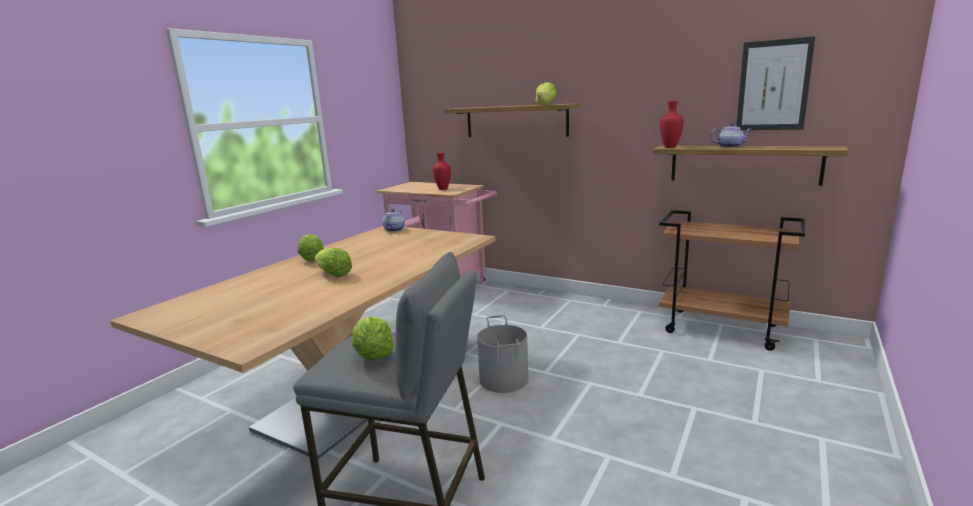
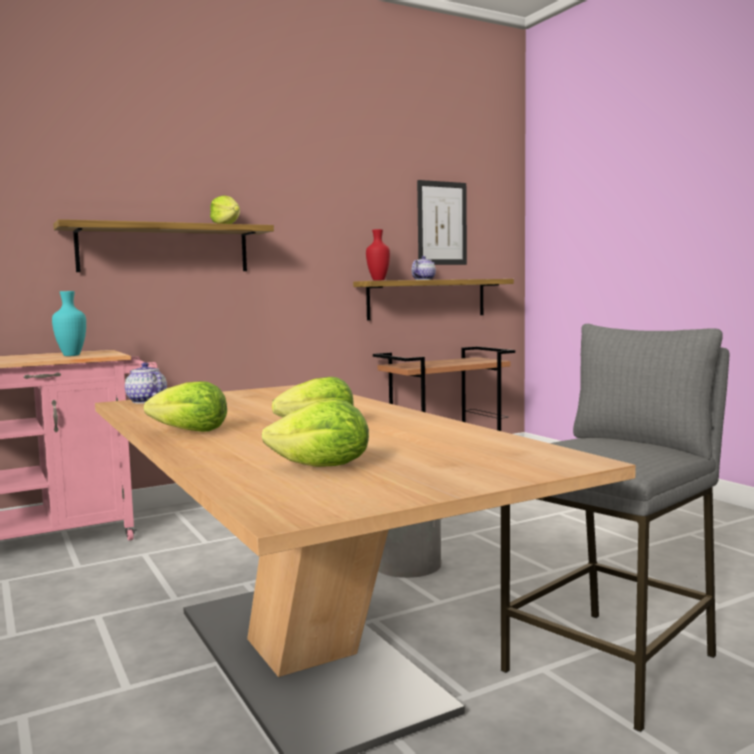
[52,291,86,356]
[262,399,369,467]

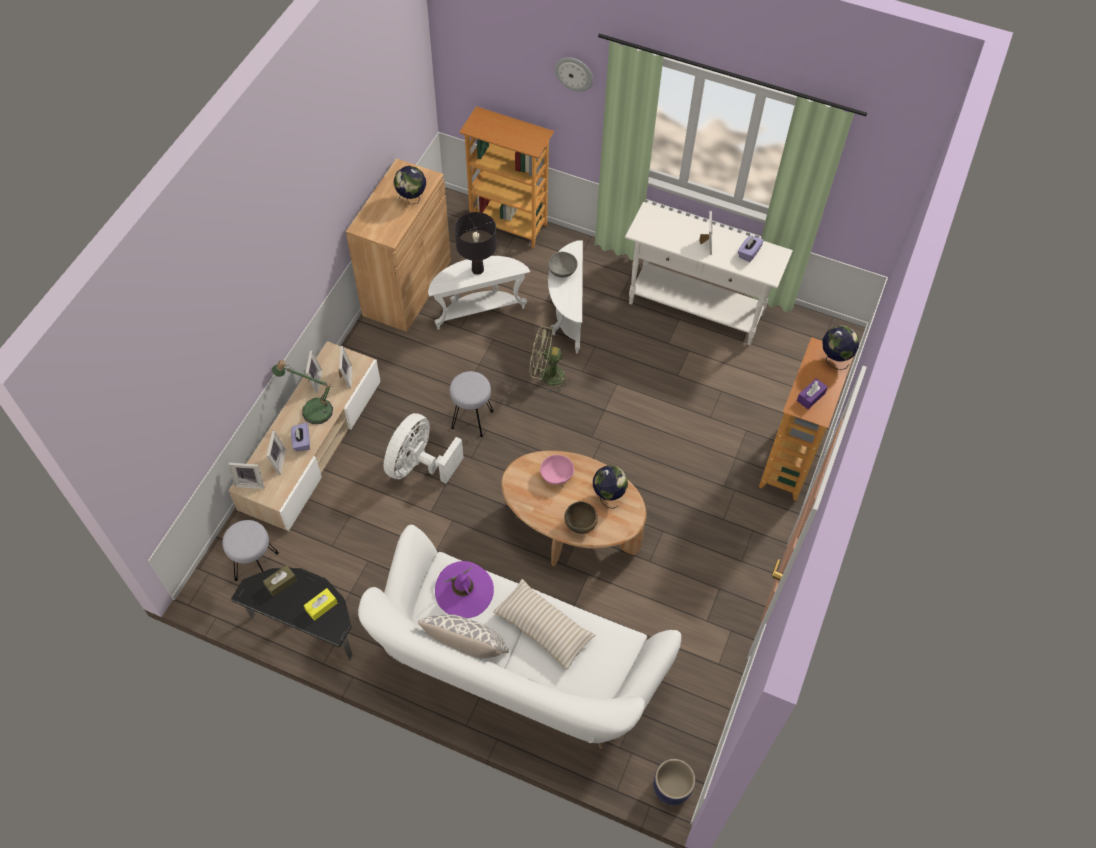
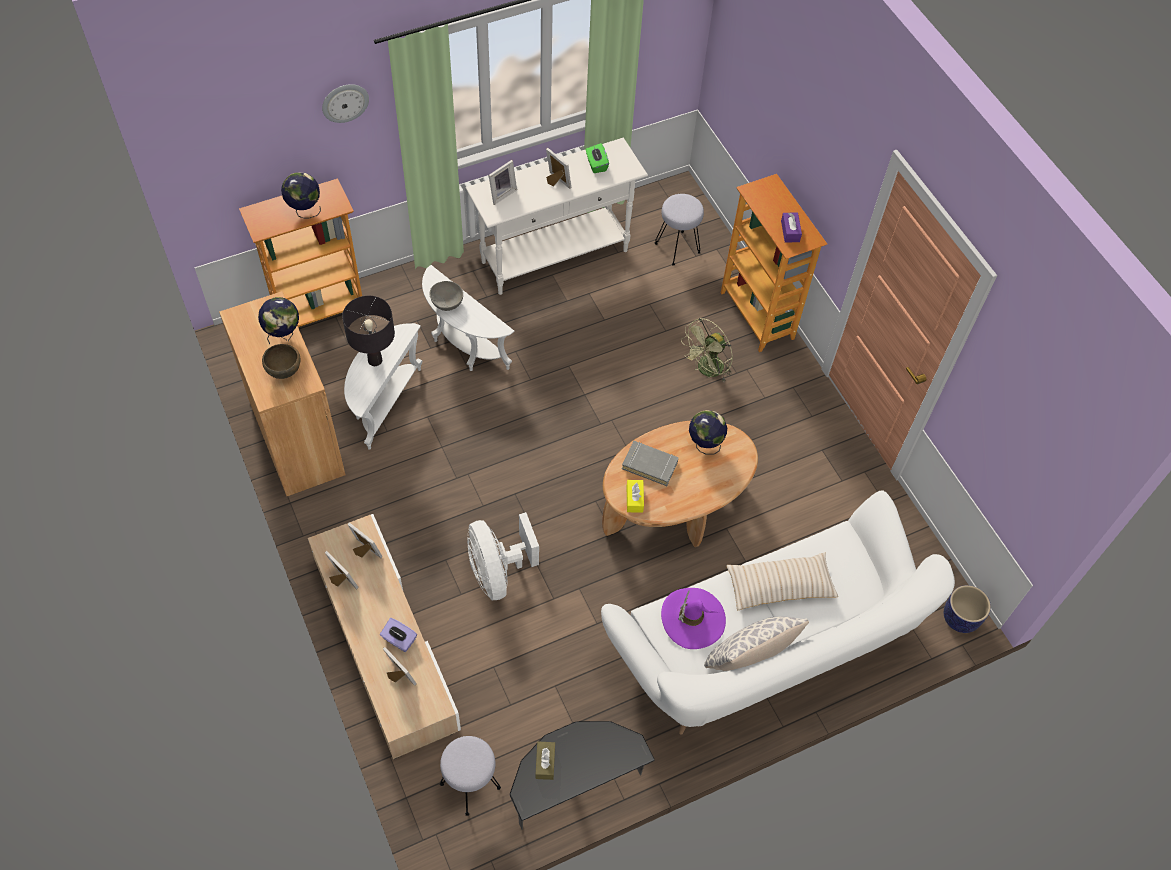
[586,143,609,173]
[681,318,733,381]
[281,172,321,218]
[272,360,333,424] (first image)
[654,194,704,265]
[622,441,678,486]
[489,160,517,205]
[262,344,300,379]
[627,480,644,513]

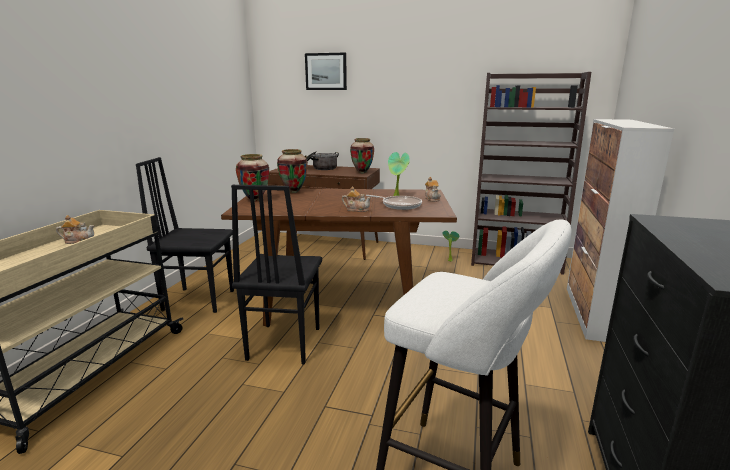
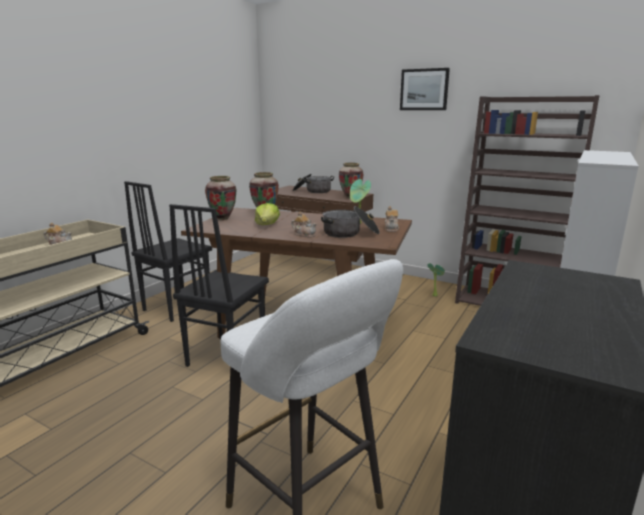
[400,68,450,110]
[124,181,212,322]
[321,206,380,238]
[255,203,280,225]

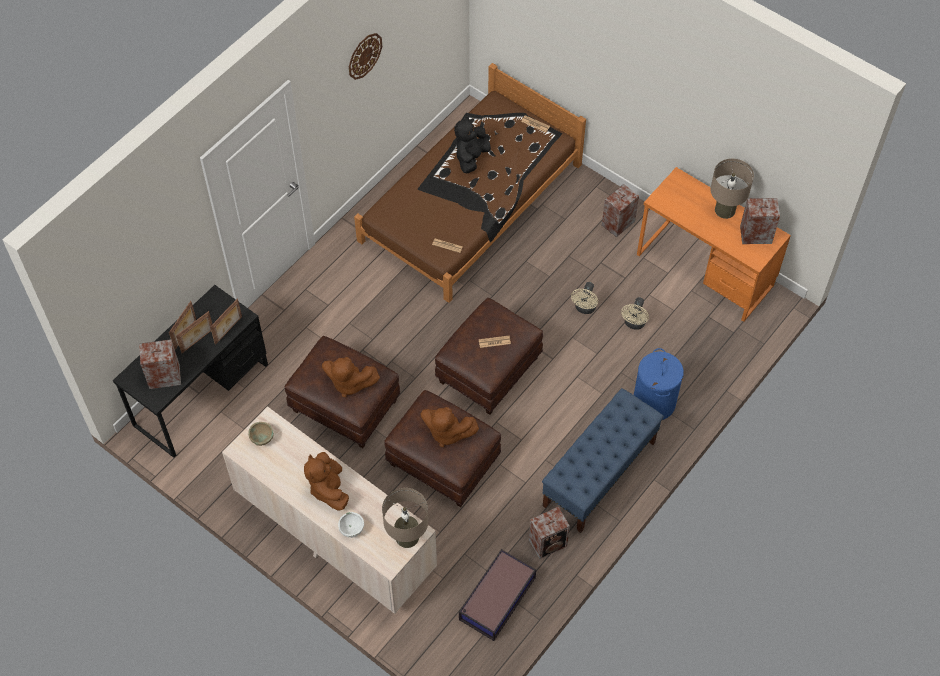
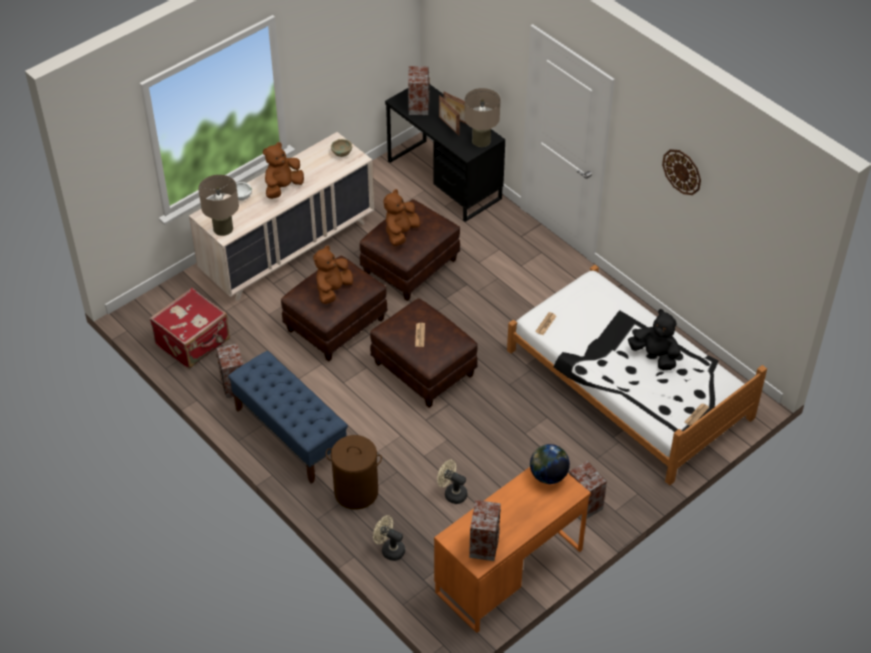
[507,265,767,485]
[464,88,501,147]
[373,515,405,561]
[210,299,242,345] (first image)
[326,435,382,510]
[263,142,304,199]
[150,288,230,369]
[530,444,570,484]

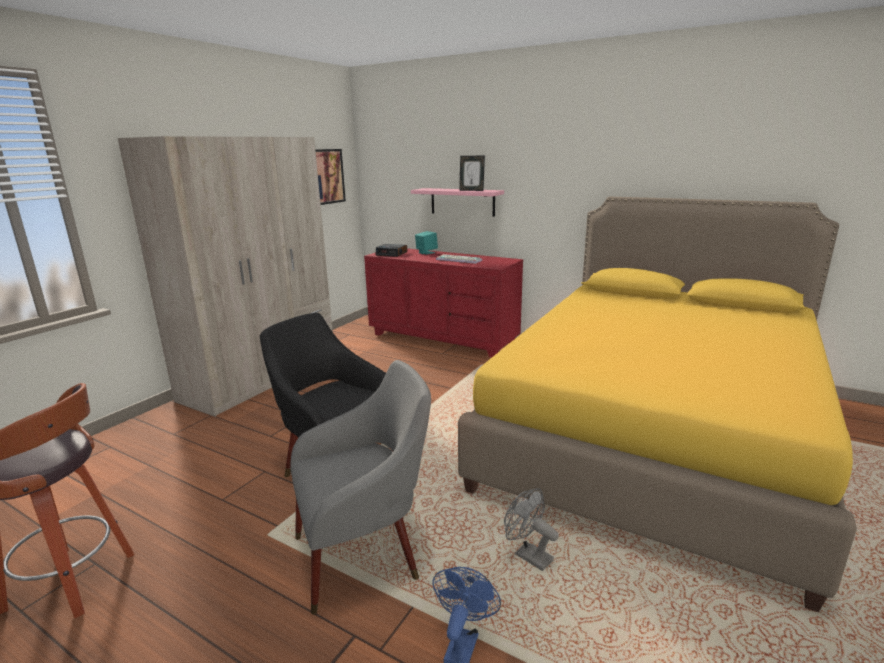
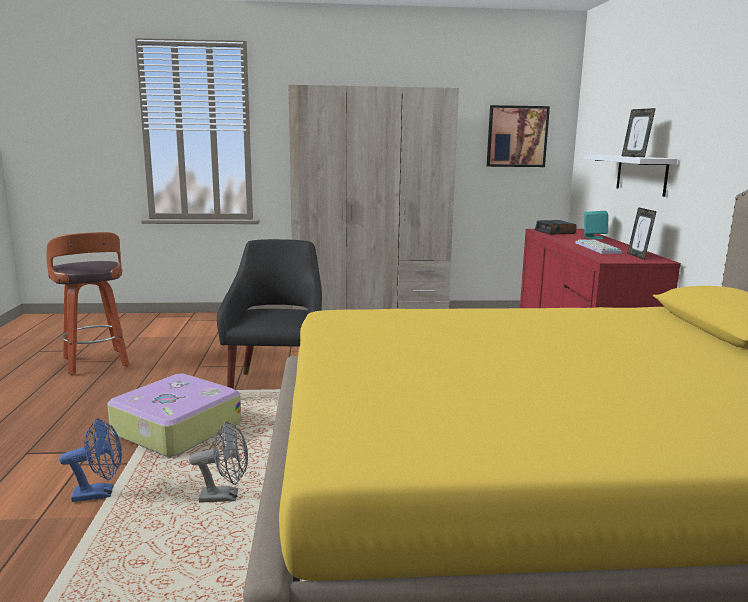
[584,154,678,197]
[107,374,241,457]
[189,421,248,503]
[627,207,657,260]

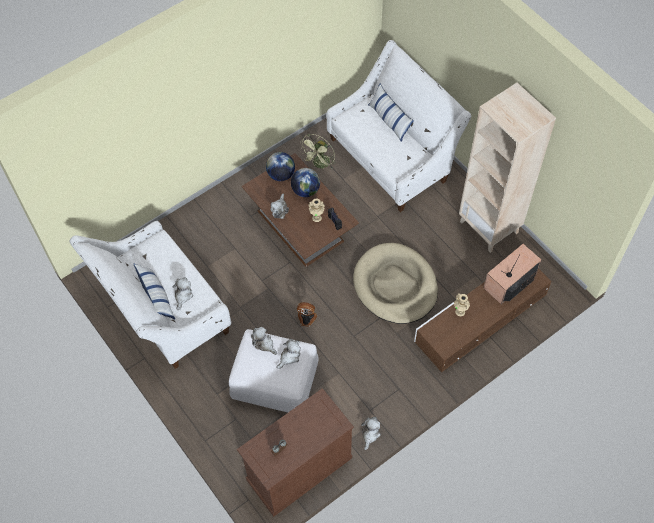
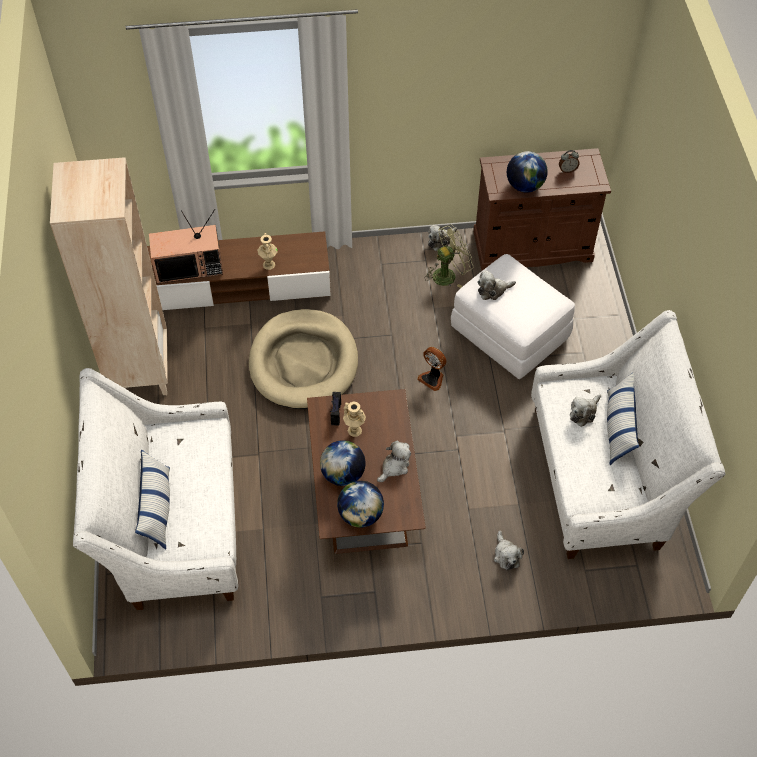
[425,224,474,288]
[494,531,524,570]
[507,151,548,193]

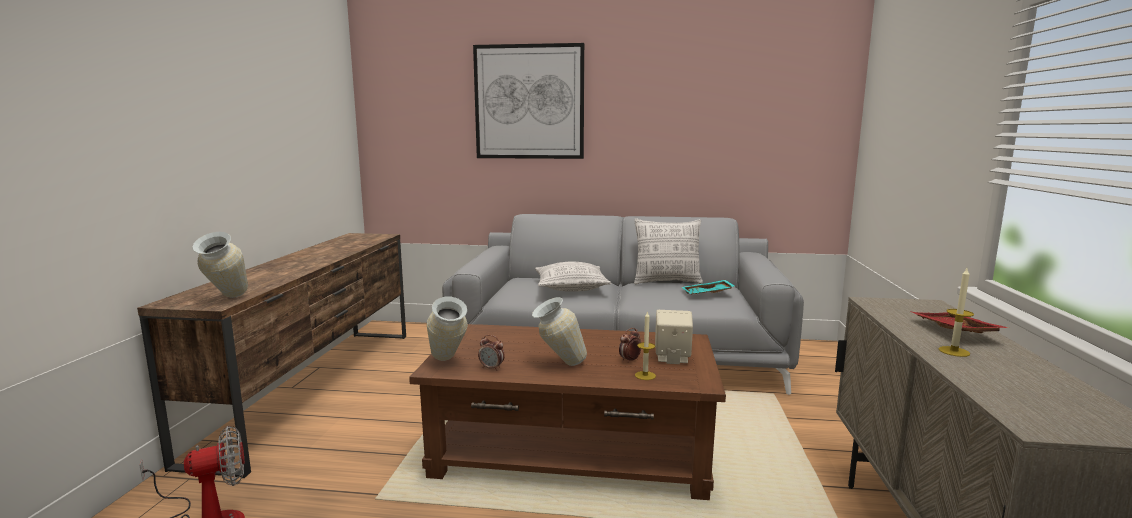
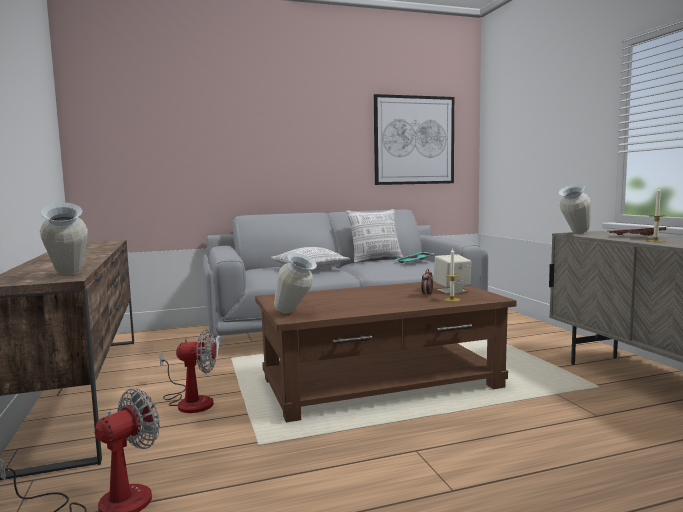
[374,94,454,185]
[559,184,591,234]
[478,335,505,371] (first image)
[160,329,217,413]

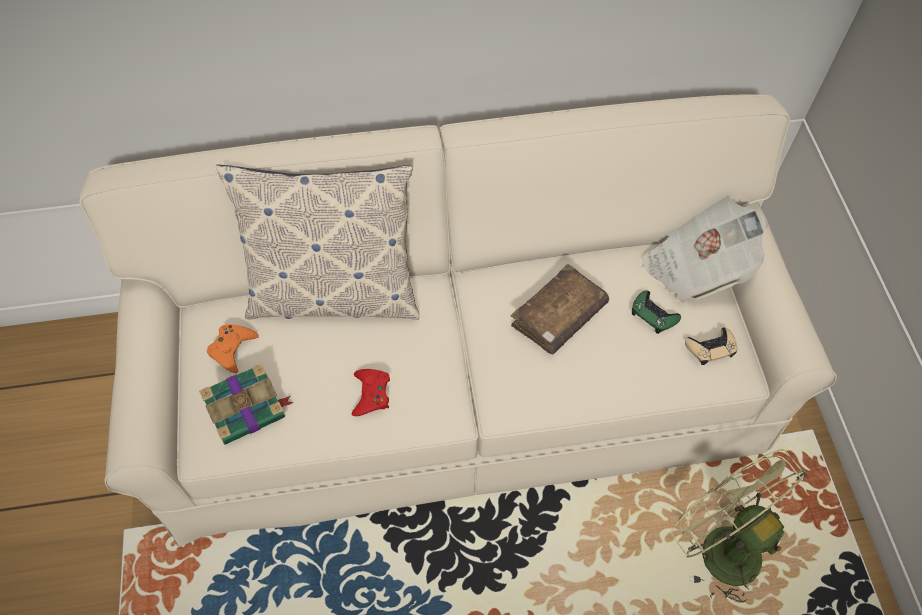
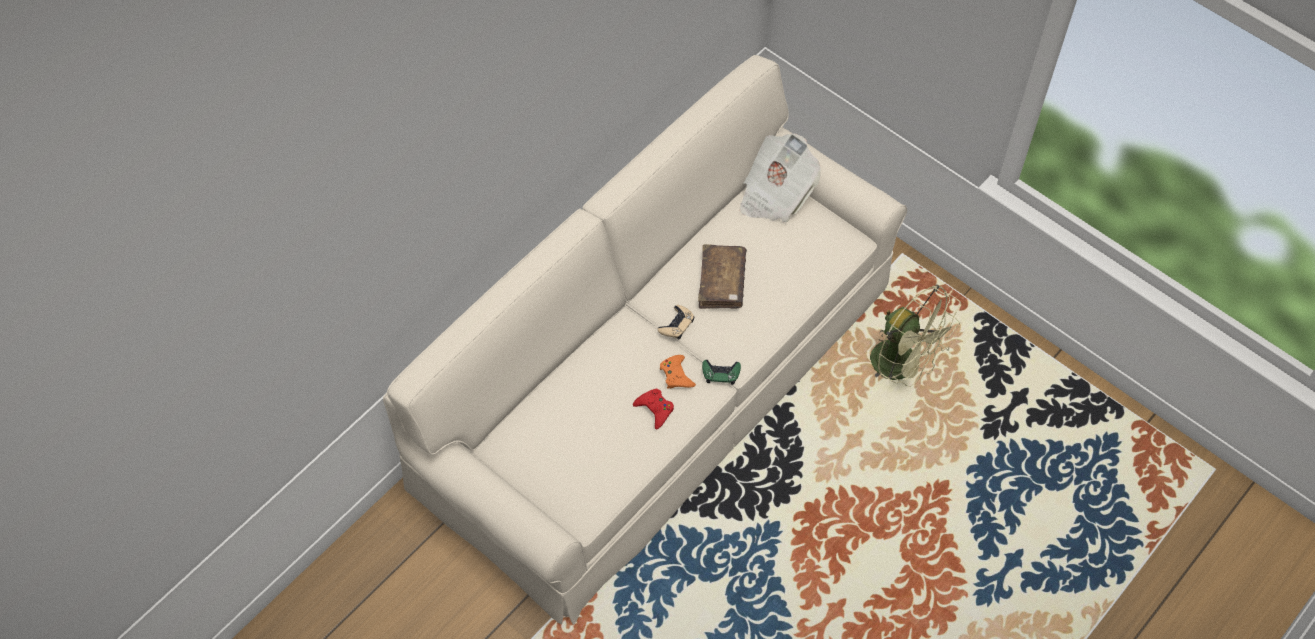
[216,165,419,320] (first image)
[702,360,741,385]
[660,355,696,389]
[658,305,694,339]
[199,363,294,445] (first image)
[870,285,961,387]

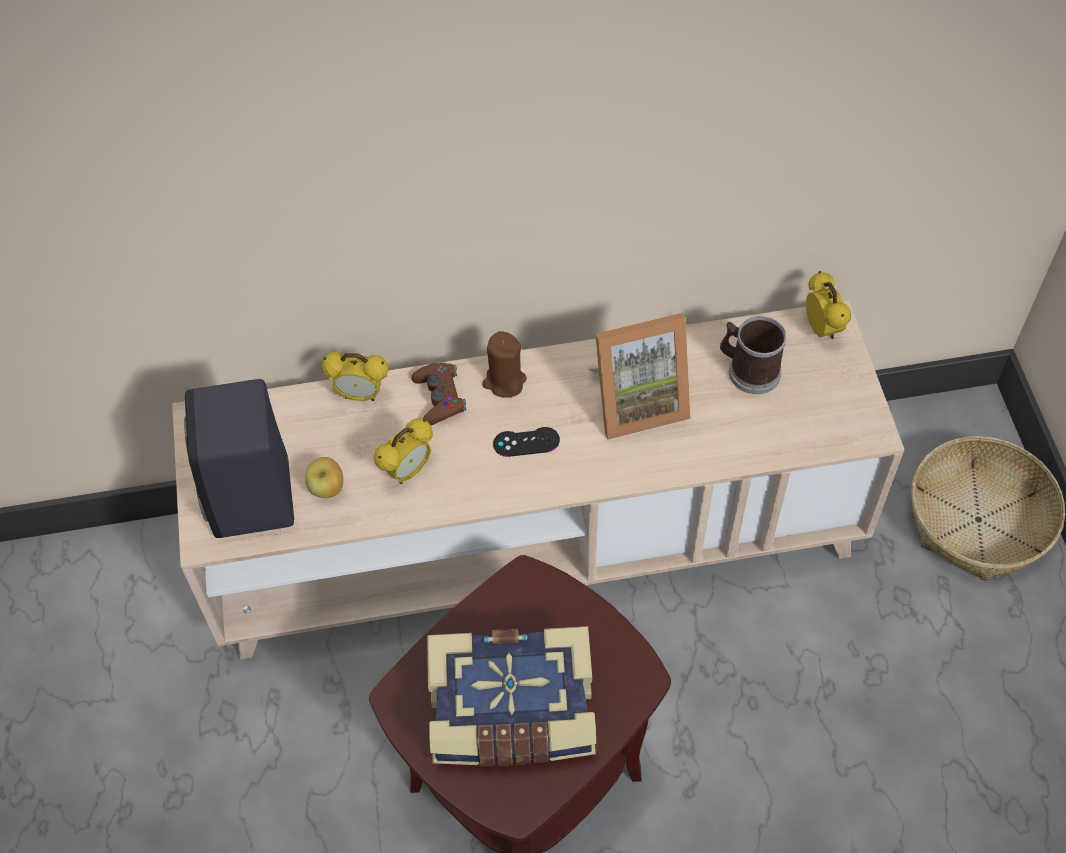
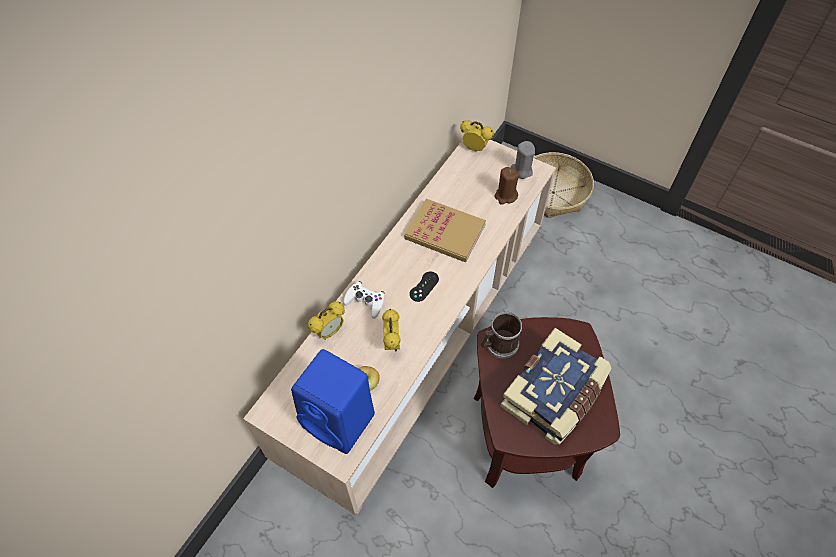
[404,199,486,262]
[481,312,522,359]
[494,167,519,205]
[343,281,385,319]
[291,349,375,454]
[511,141,535,179]

